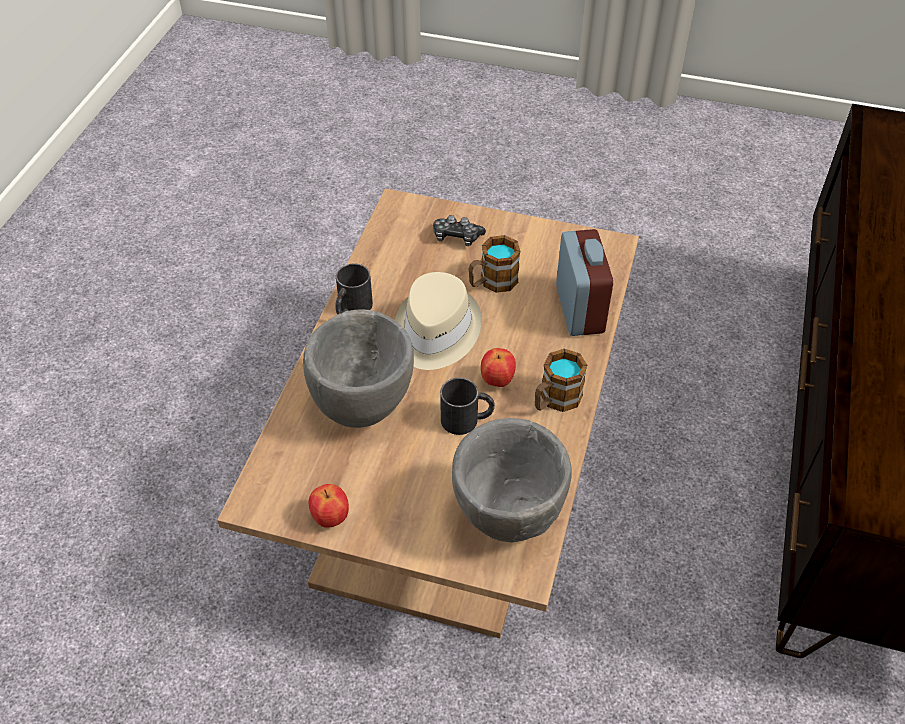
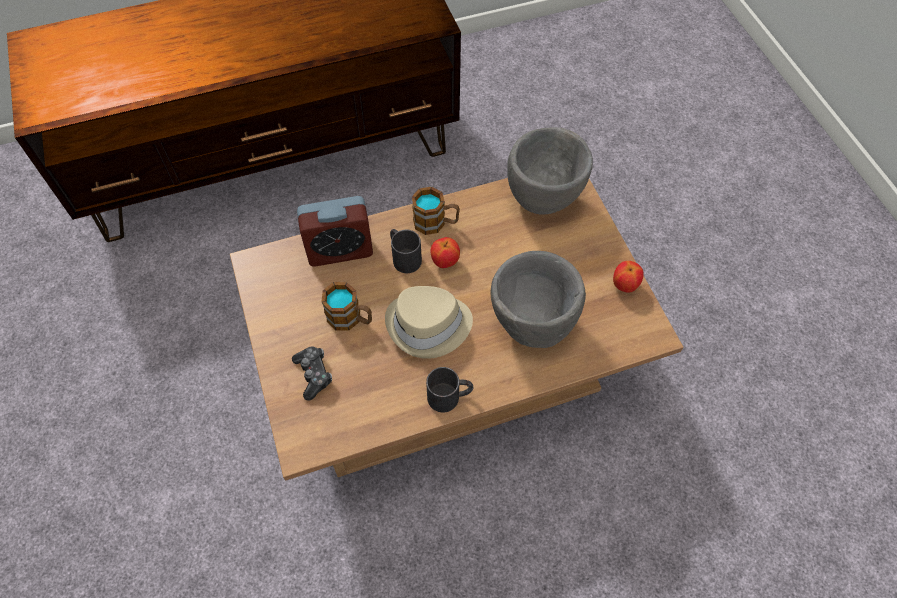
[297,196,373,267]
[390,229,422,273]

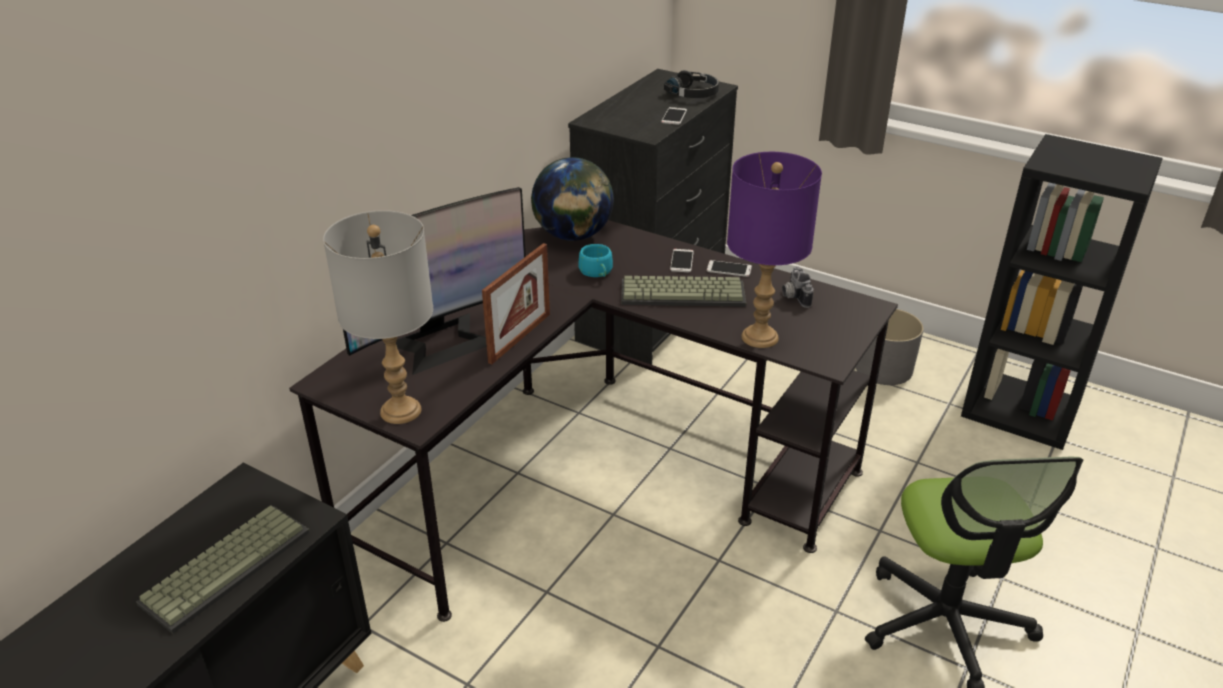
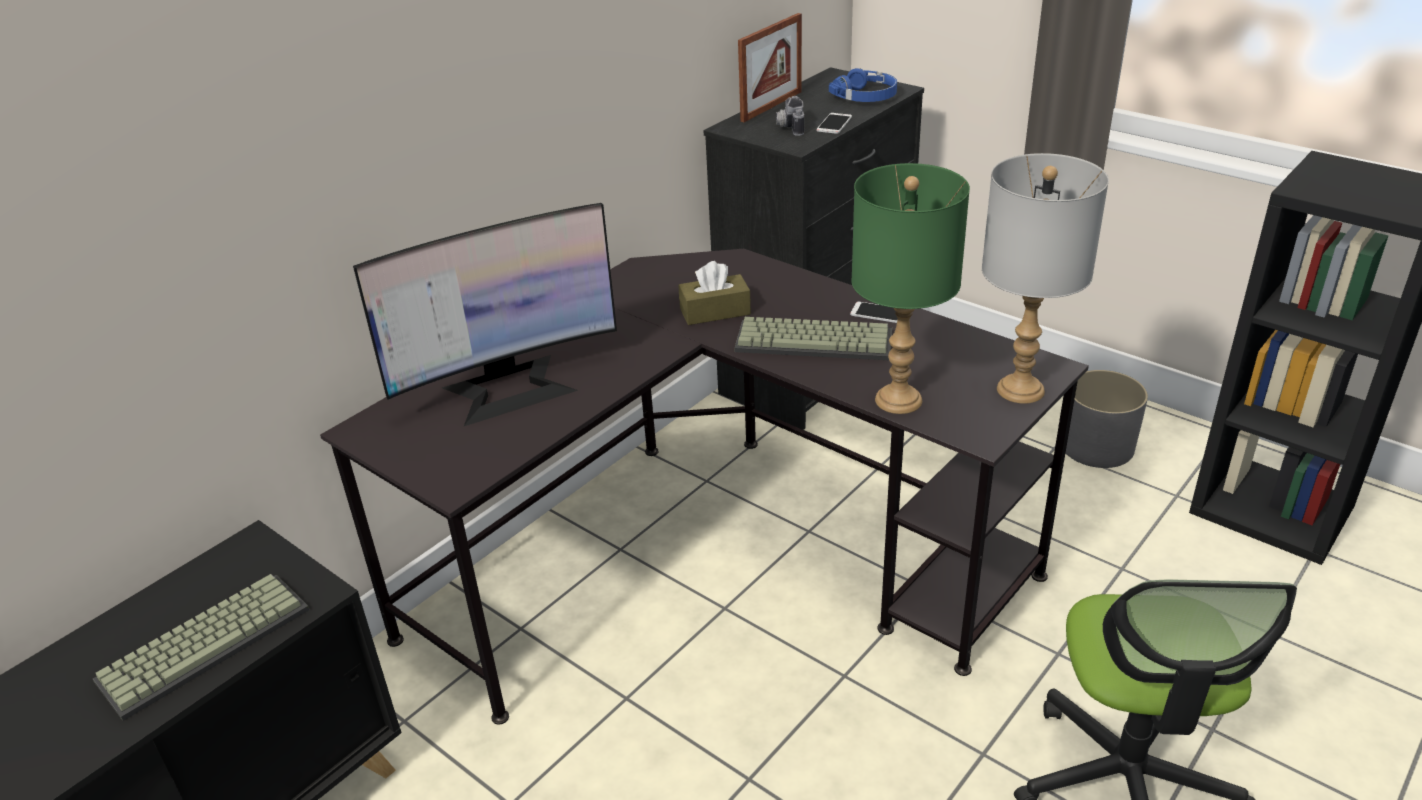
[829,68,897,102]
[851,163,970,414]
[531,157,614,241] (first image)
[982,153,1109,404]
[738,13,802,122]
[678,261,751,325]
[670,249,694,273] (first image)
[776,96,804,136]

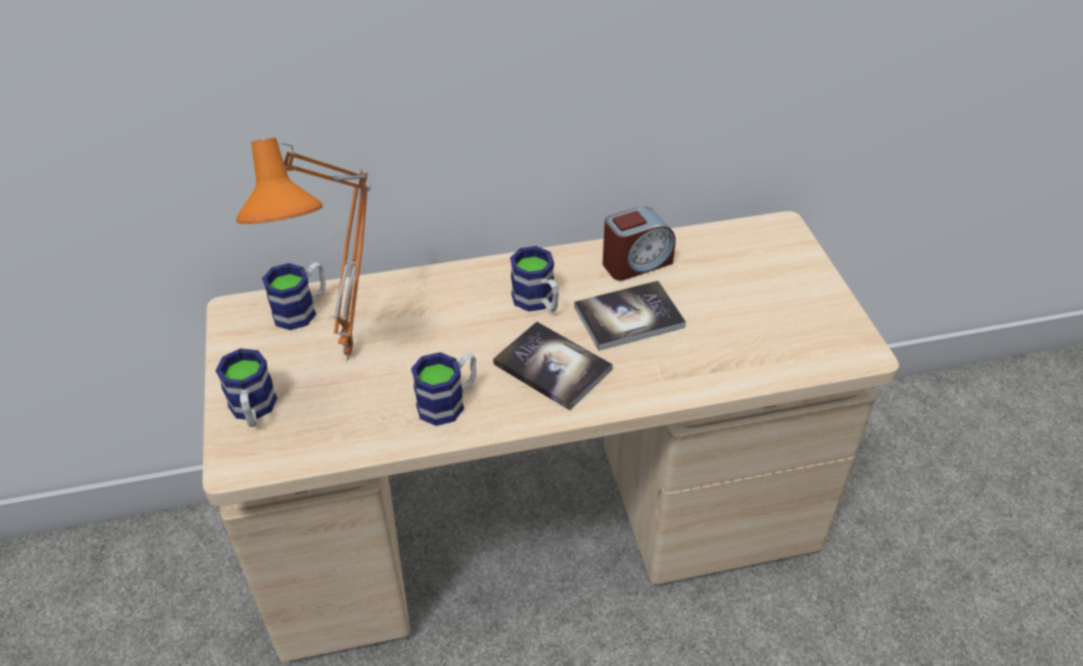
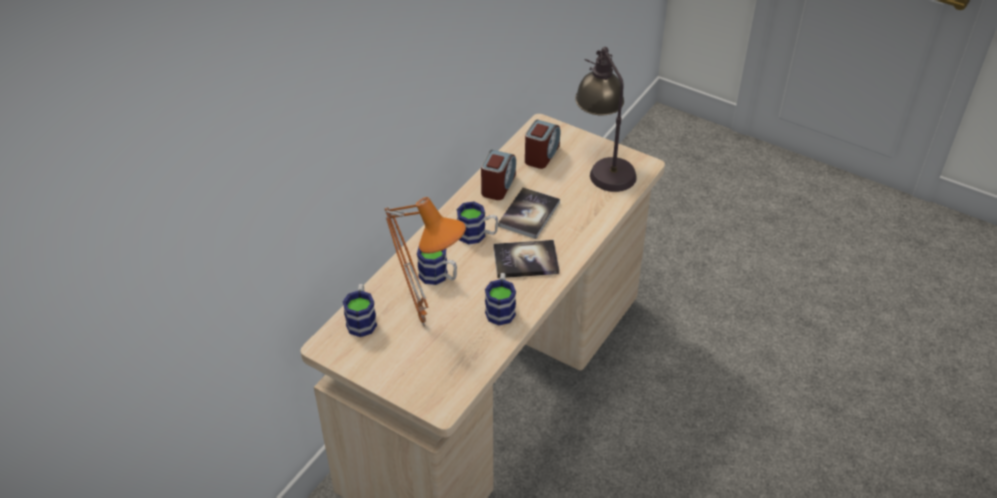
[417,247,457,285]
[575,47,637,192]
[525,120,561,169]

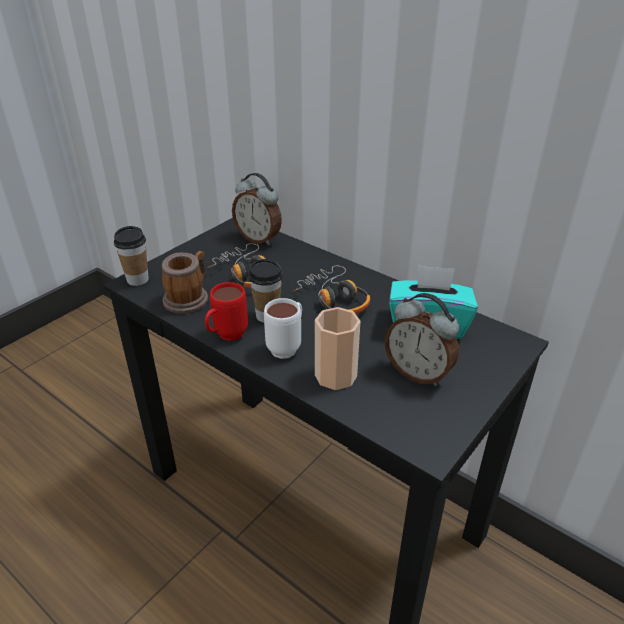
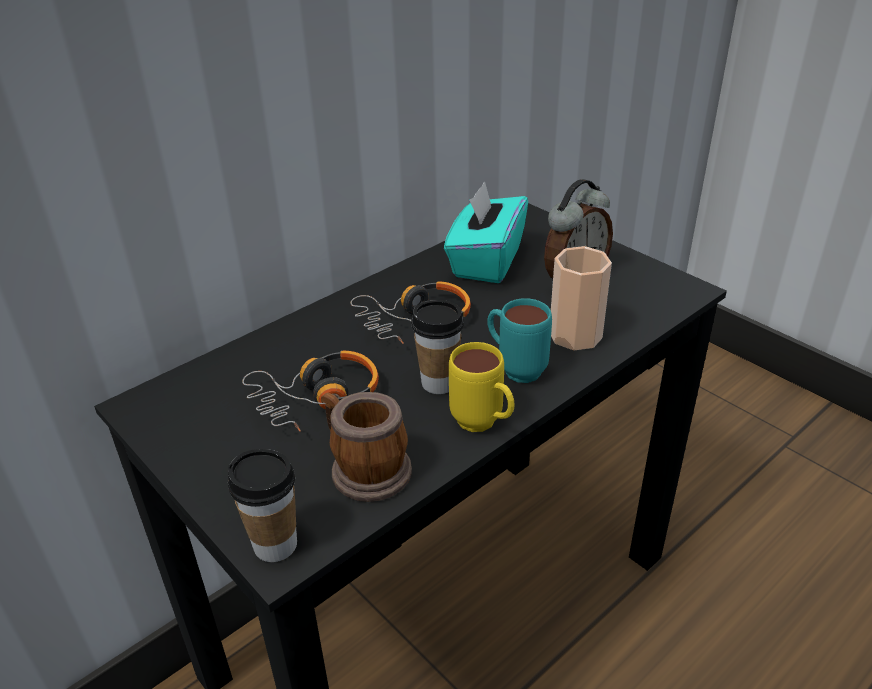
[232,173,282,246] (first image)
[449,342,515,432]
[487,298,552,383]

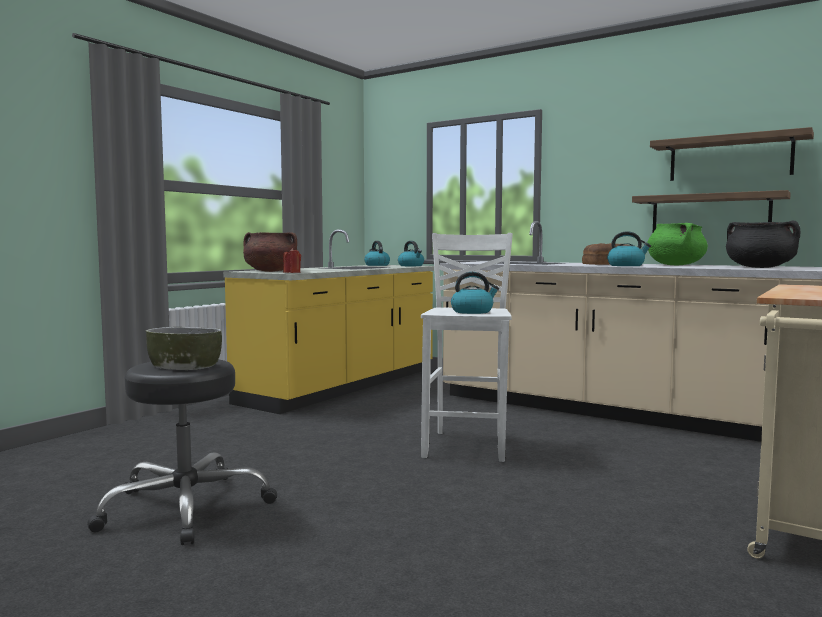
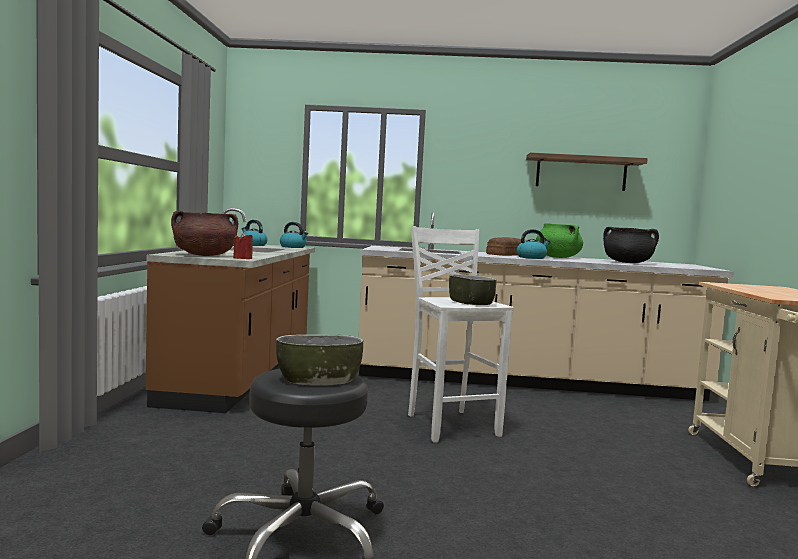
[632,190,791,232] (first image)
[146,208,315,413]
[449,274,496,305]

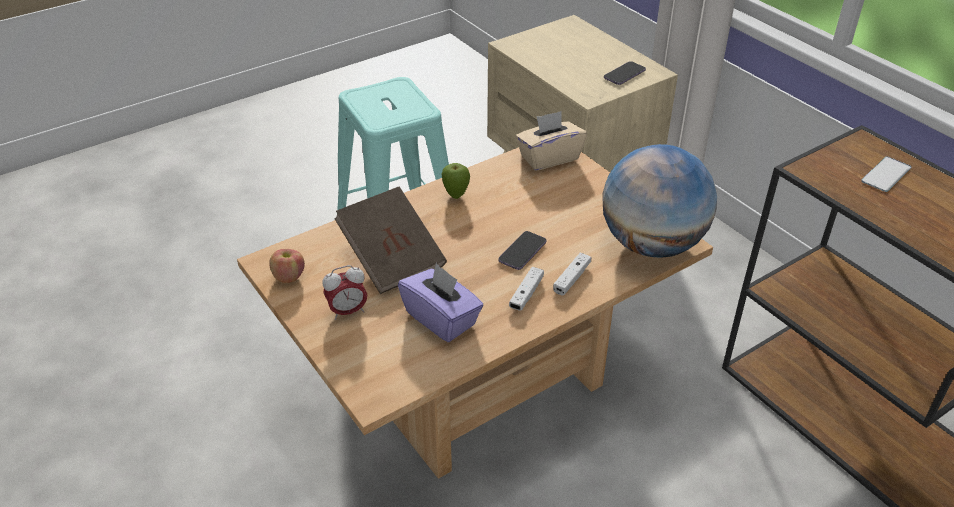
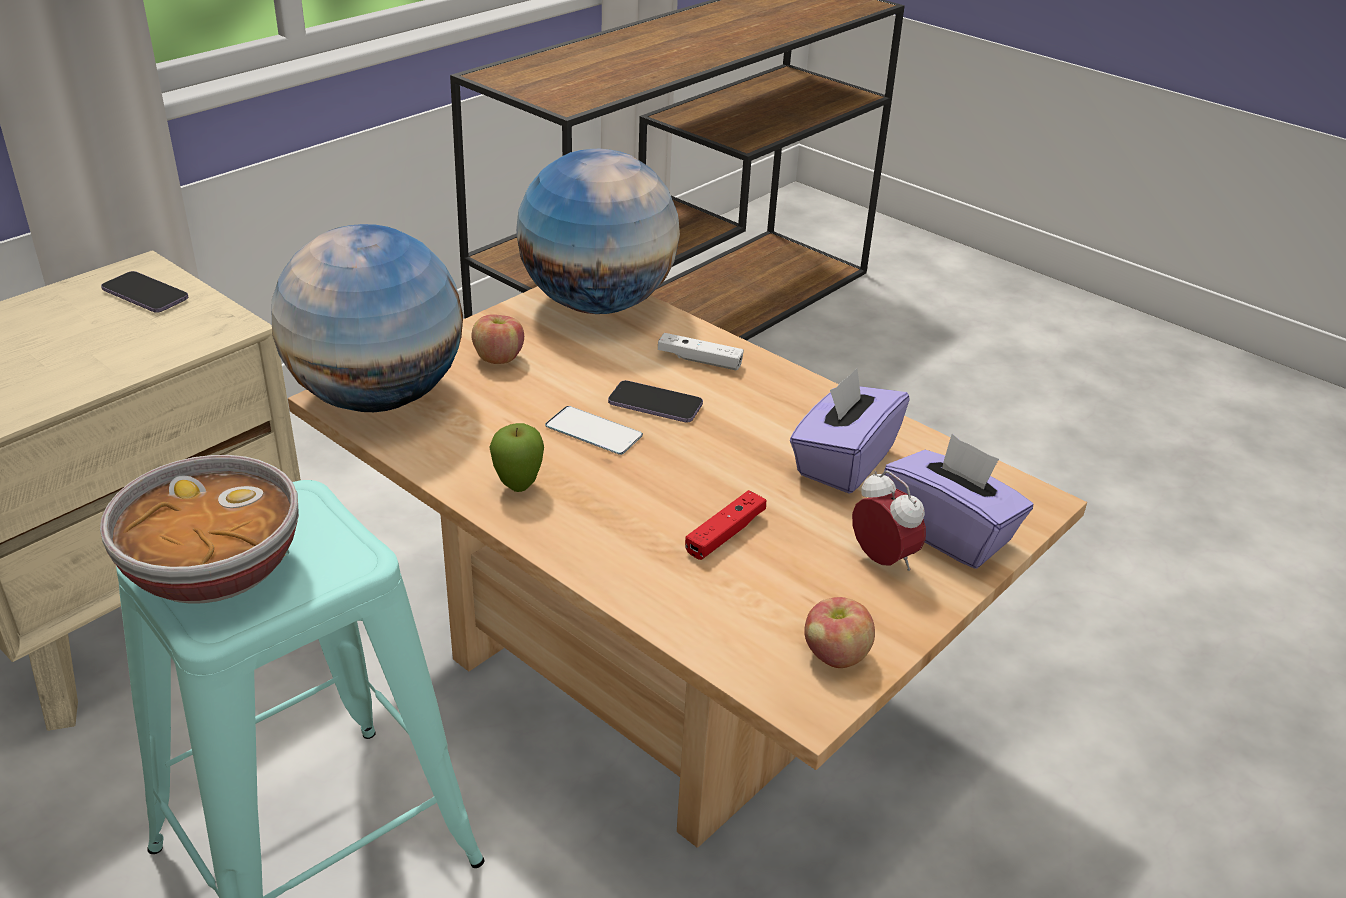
[271,224,463,412]
[545,406,643,455]
[685,490,766,560]
[509,267,544,311] (first image)
[471,314,524,364]
[884,434,1033,569]
[100,455,299,604]

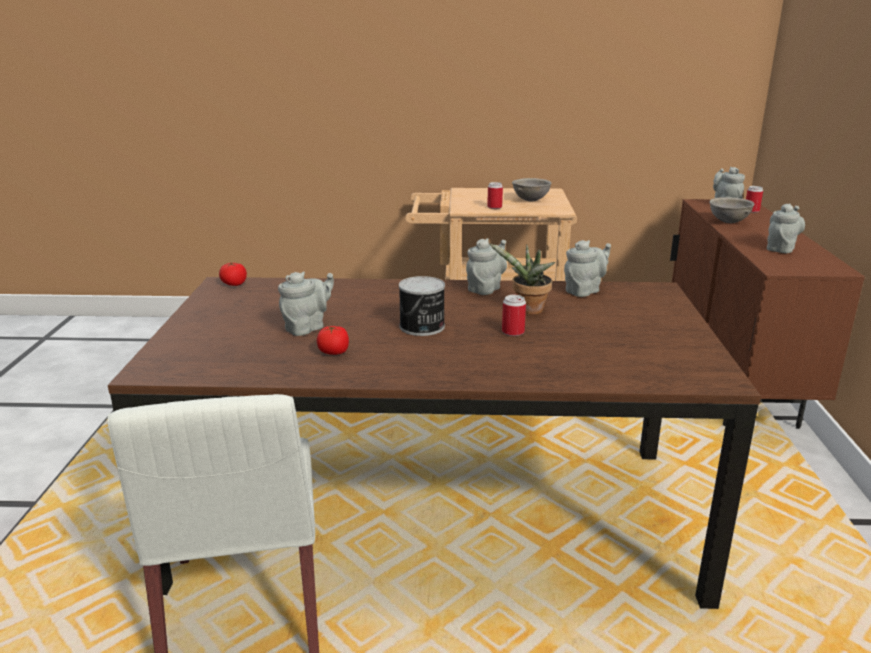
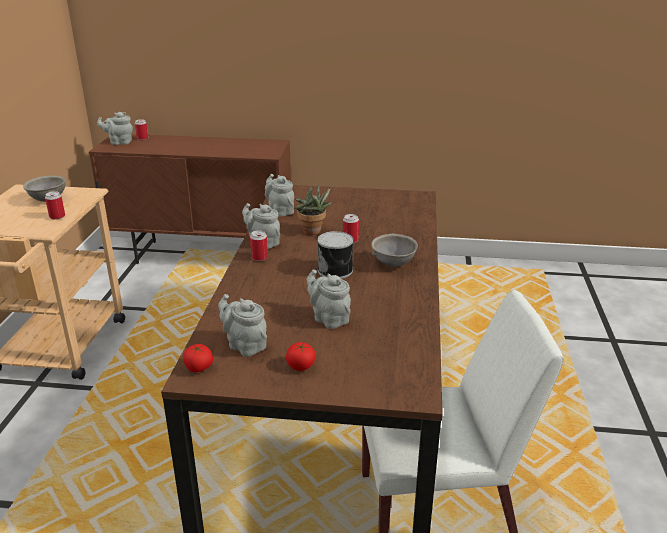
[371,234,418,267]
[218,294,267,357]
[286,342,316,371]
[250,230,268,261]

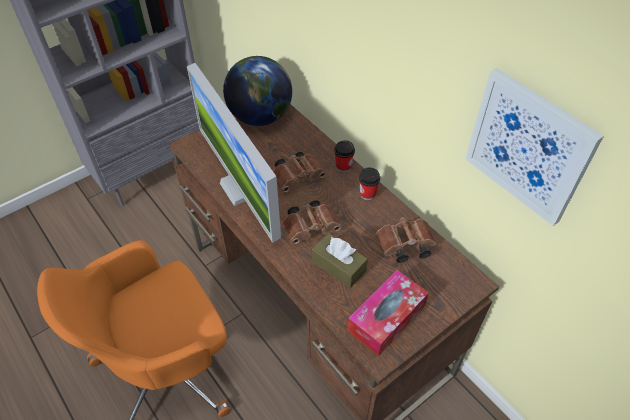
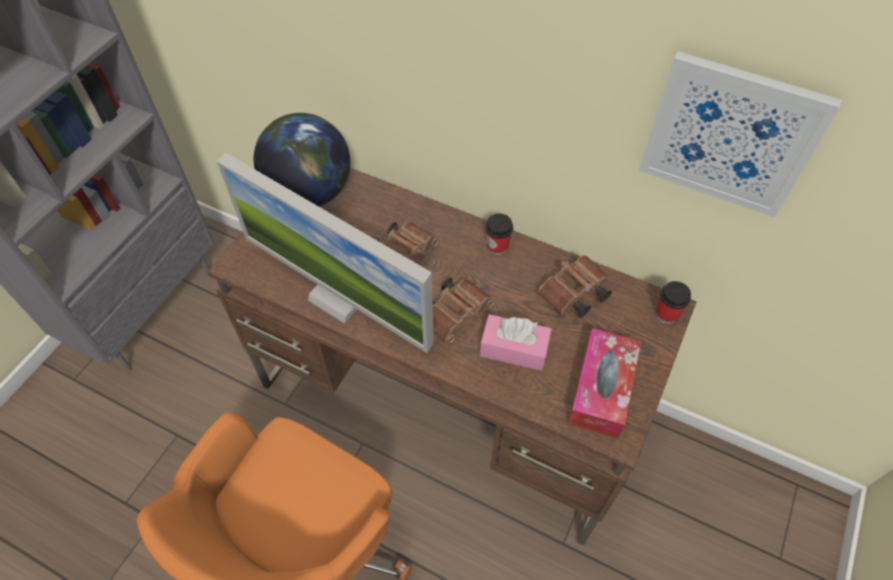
[656,281,691,324]
[480,314,552,371]

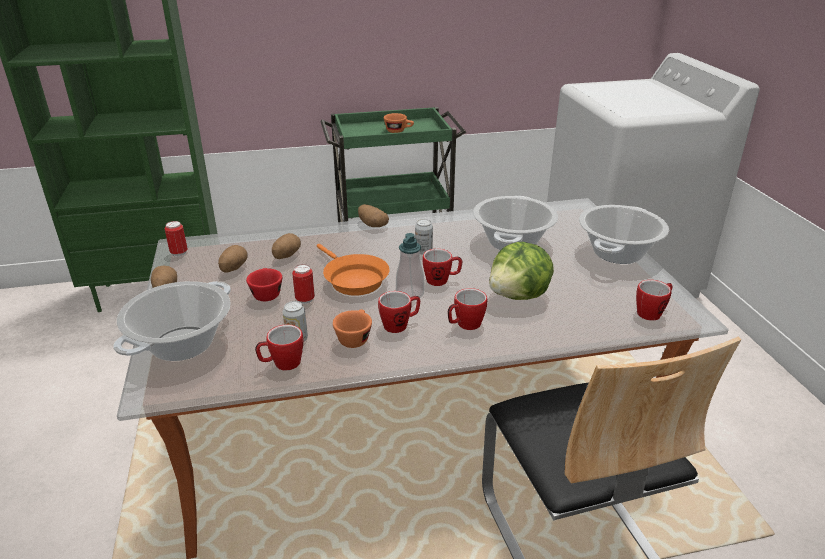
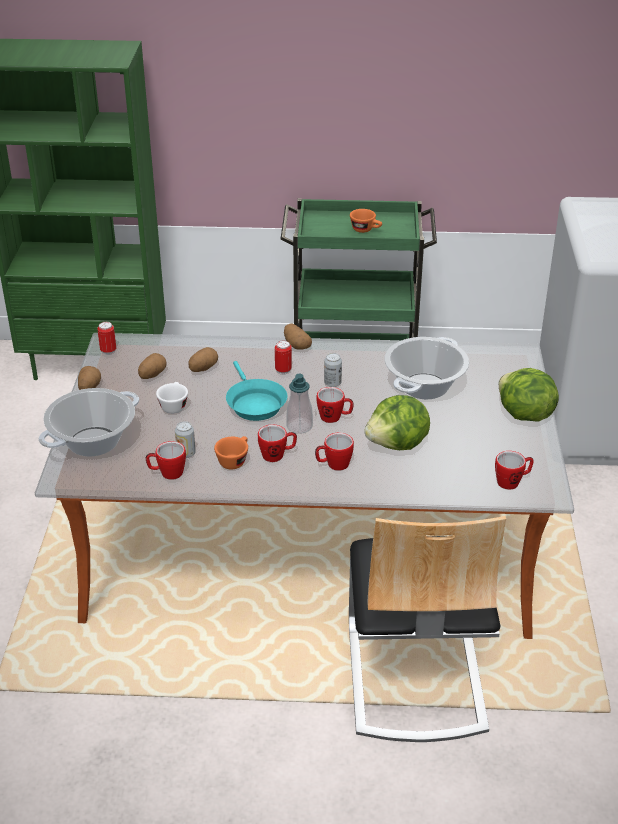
[499,368,559,422]
[226,361,288,421]
[275,341,292,374]
[156,382,188,414]

